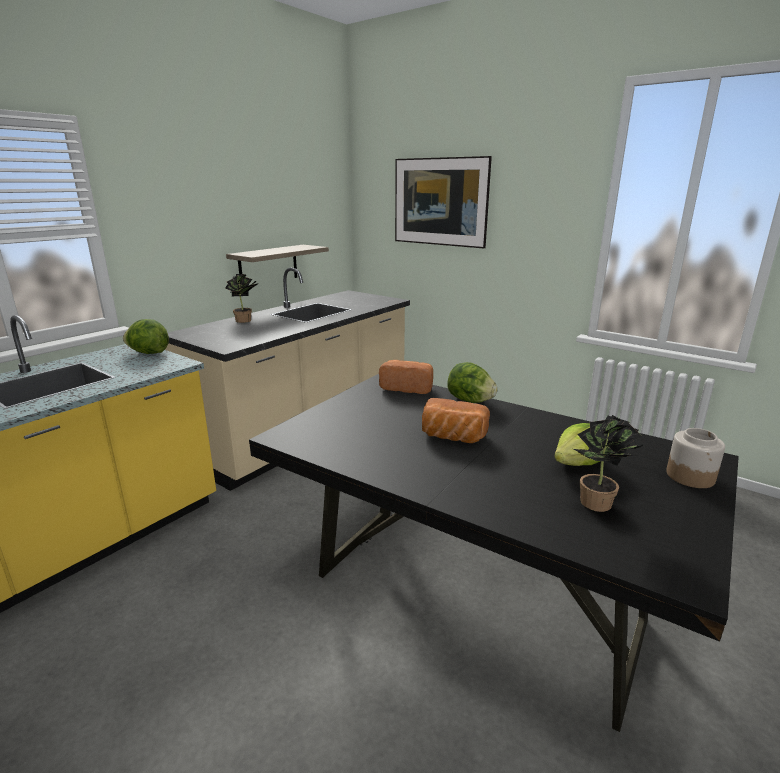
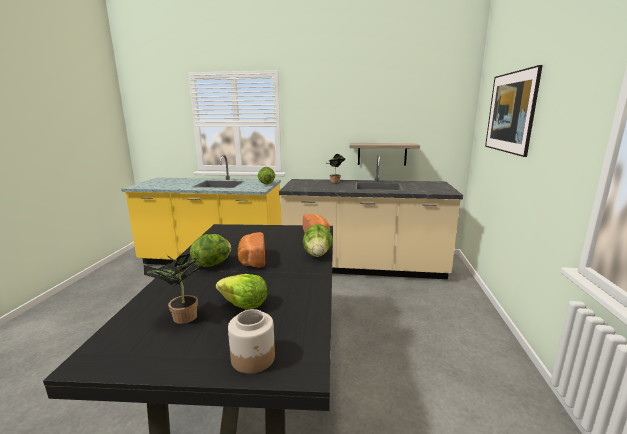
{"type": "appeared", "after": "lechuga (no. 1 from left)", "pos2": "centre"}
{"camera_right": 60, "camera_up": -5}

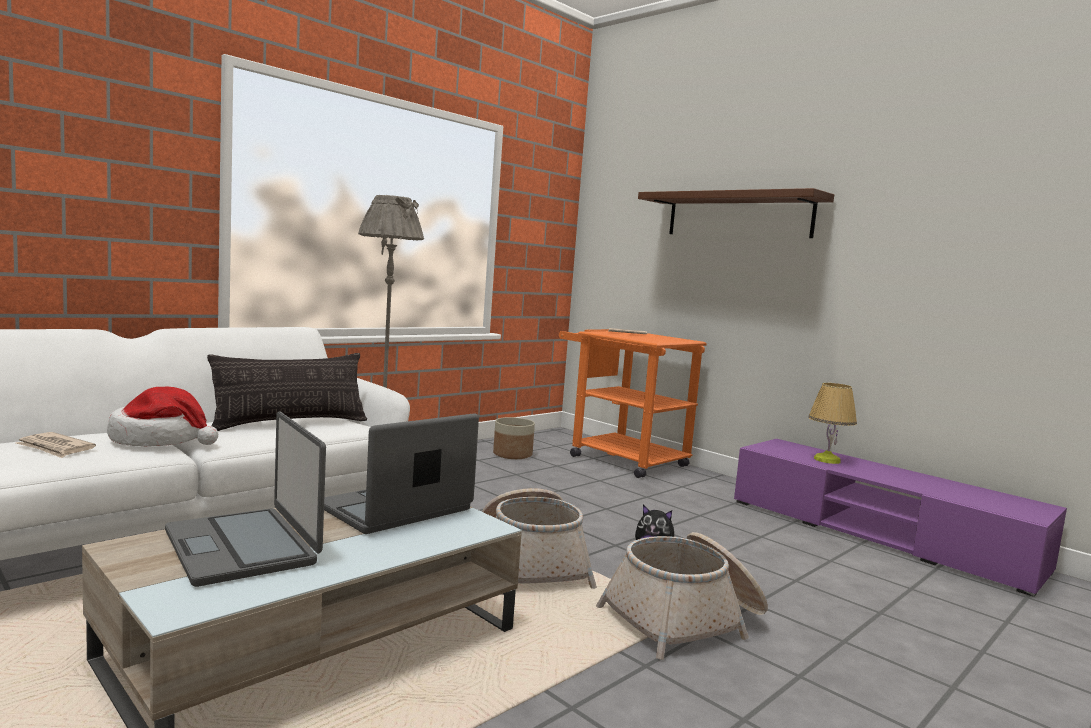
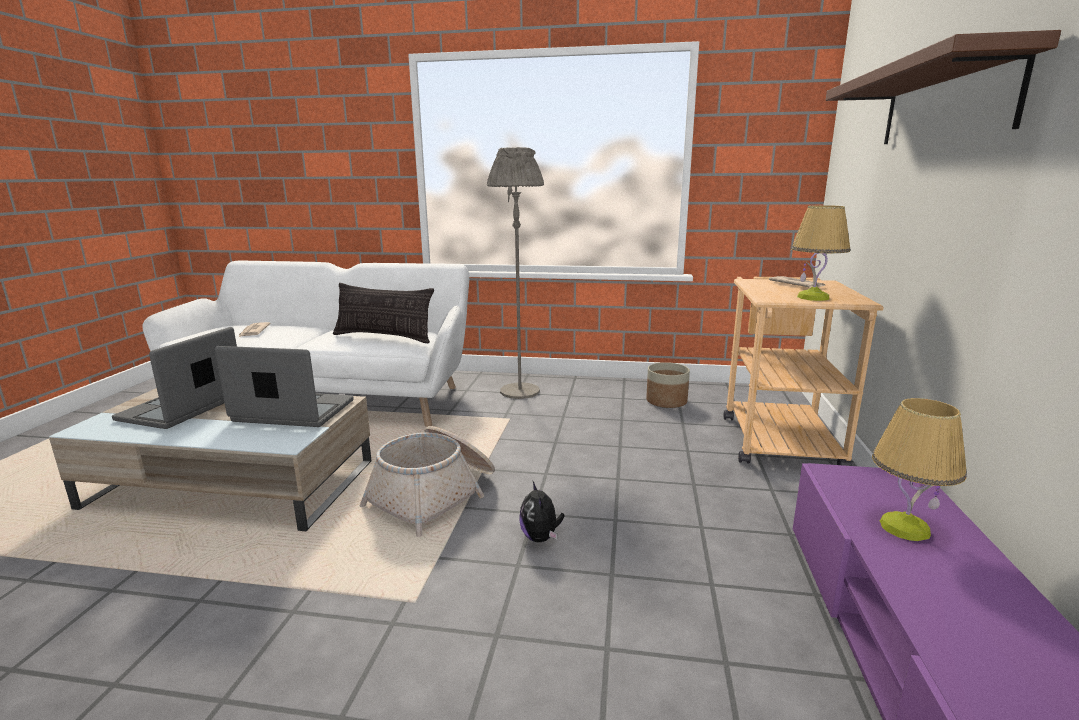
{"type": "missing", "before": "sombrero", "pos1": "middle left"}
{"type": "colour", "before": "carrito [naranja]", "after": "carrito [beis]", "pos1": "centre", "pos2": "middle right"}
{"type": "missing", "before": "cesta (no. 2 from left)", "pos1": "bottom centre"}
{"type": "appeared", "after": "lámpara de mesa (no. 1 from left)", "pos2": "middle right"}
{"camera_right": 55, "camera_up": 10}

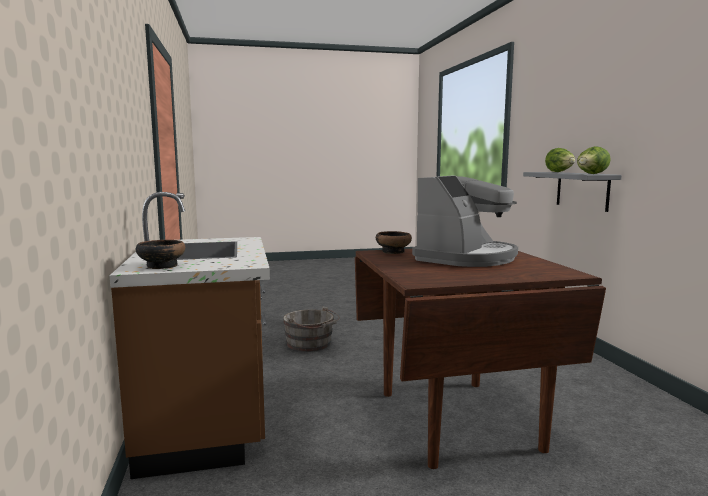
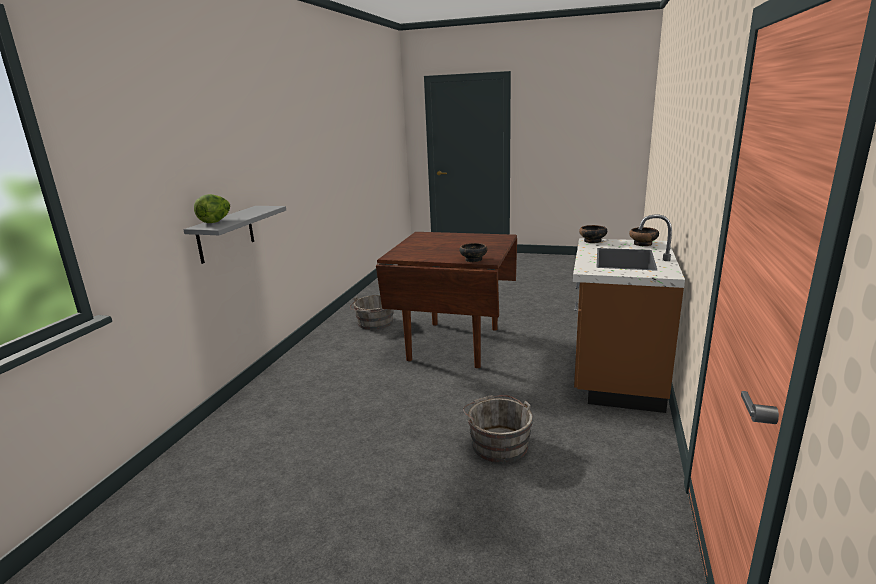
{"type": "missing", "before": "cafetera", "pos1": "centre"}
{"type": "missing", "before": "lechuga (no. 2 from left)", "pos1": "top right"}
{"type": "appeared", "after": "cubo [gris] (no. 1 from left)", "pos2": "centre"}
{"type": "appeared", "after": "cuenco (no. 2 from left)", "pos2": "middle right"}
{"camera_right": -150, "camera_up": 10}

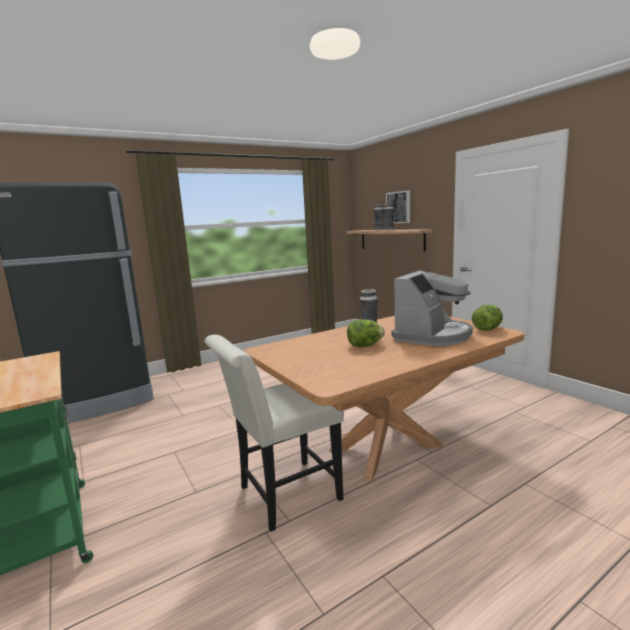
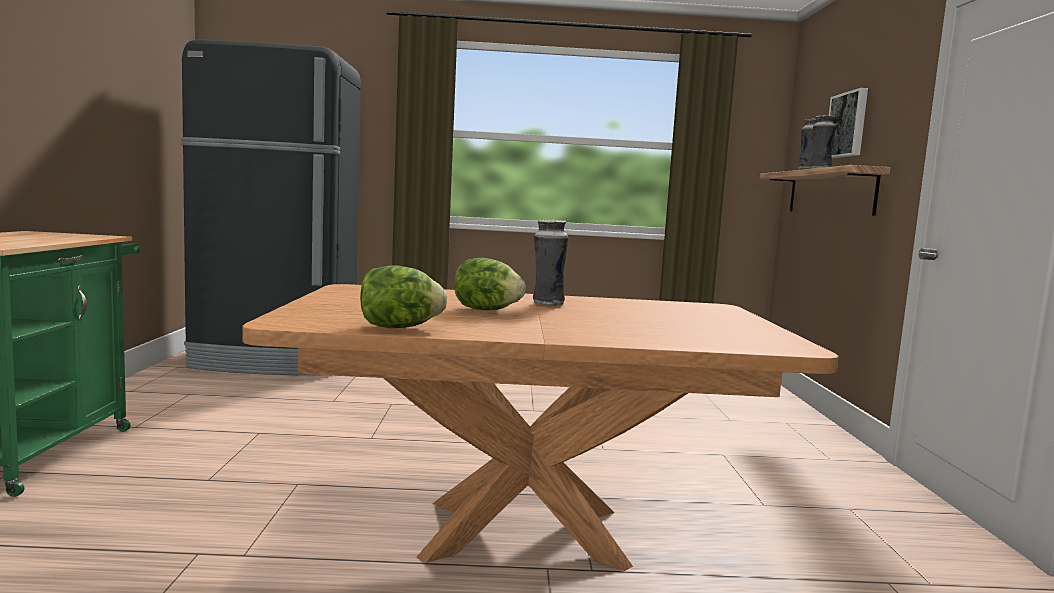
{"type": "missing", "before": "silla [blanco]", "pos1": "bottom centre"}
{"type": "missing", "before": "cafetera", "pos1": "middle right"}
{"type": "relocated", "before": "lechuga (no. 2 from left in the first image)", "after": "lechuga (no. 1 from left)", "pos1": "middle right", "pos2": "centre"}
{"camera_right": 30, "camera_up": -5}

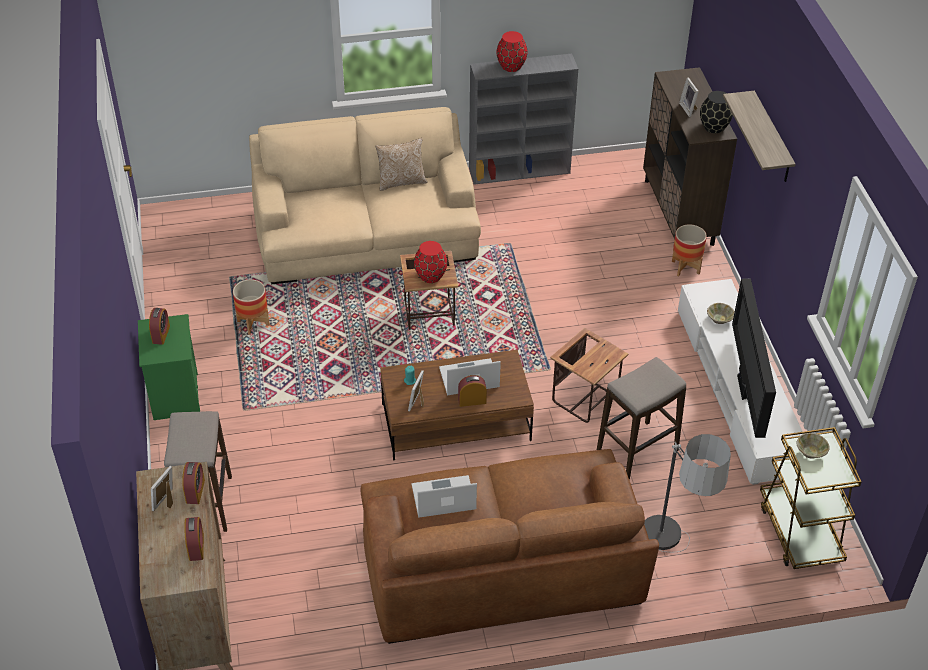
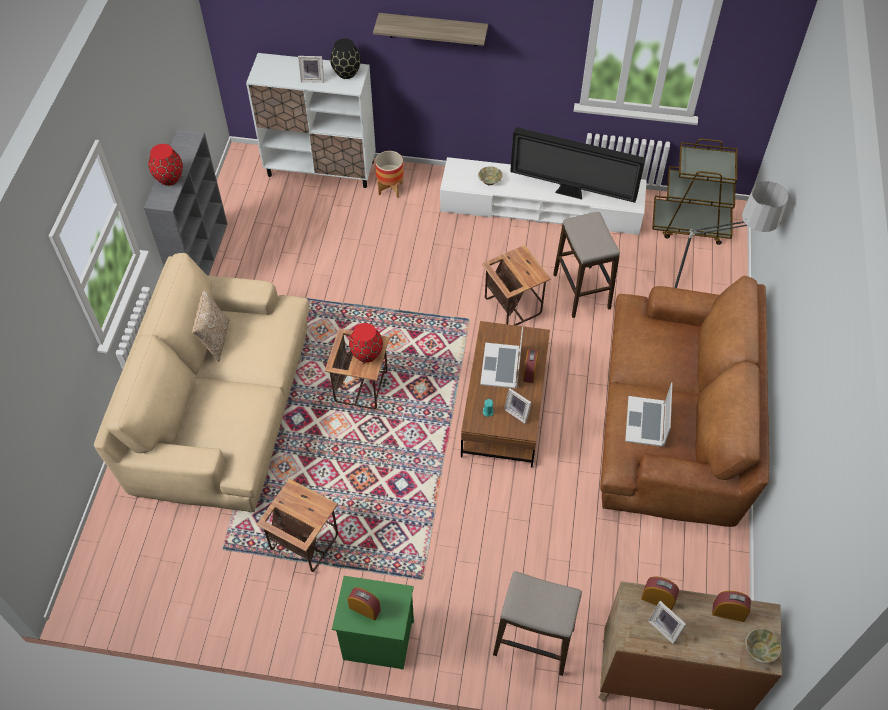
{"type": "exchanged", "before": "maceta (no. 1 from left)", "after": "mesa auxiliar (no. 1 from left)", "pos1": "middle left", "pos2": "bottom centre"}
{"type": "colour", "before": "armario [marrón]", "after": "armario [blanco]", "pos1": "top right", "pos2": "top centre"}
{"type": "relocated", "before": "cuenco [beis] (no. 2 from left)", "pos1": "middle right", "pos2": "bottom right"}
{"camera_right": -70, "camera_up": 10}

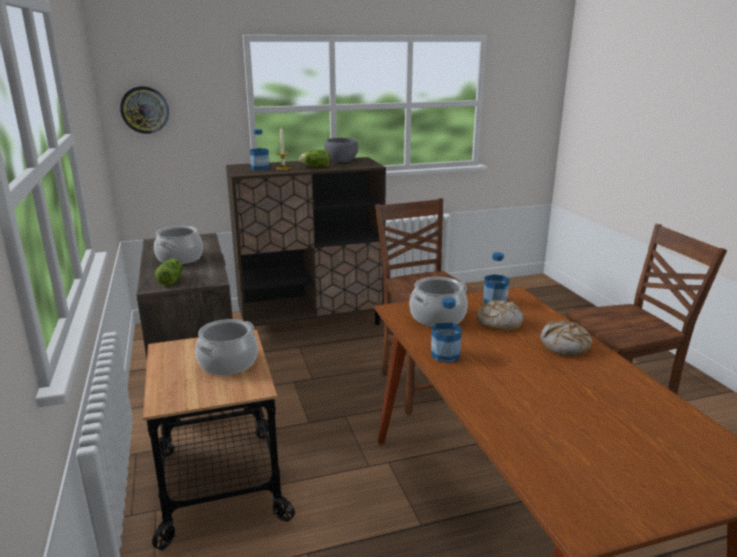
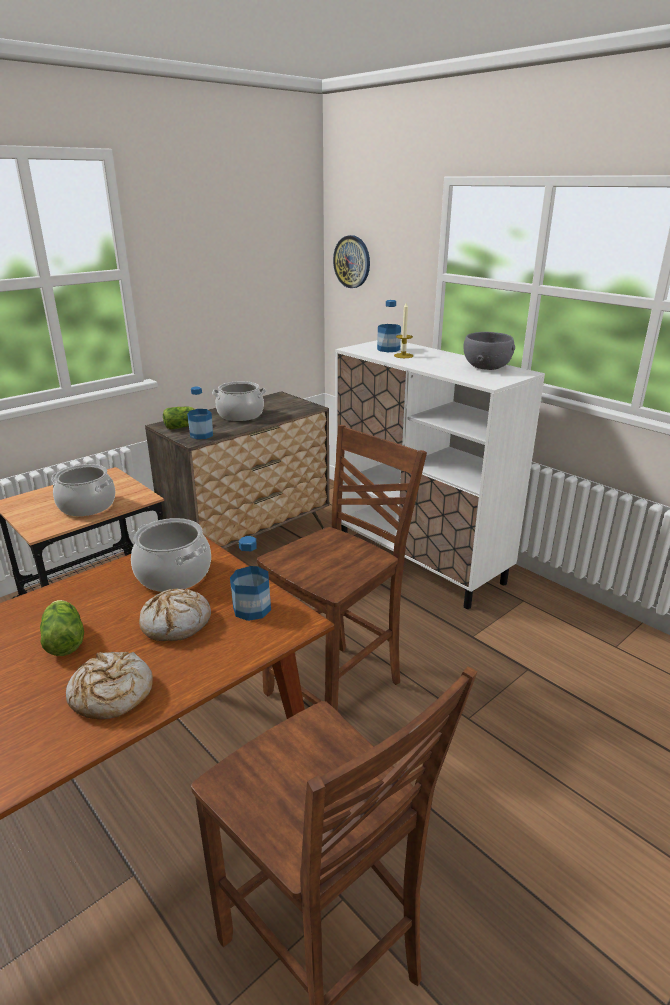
{"type": "colour", "before": "armario [marrón]", "after": "armario [blanco]", "pos1": "centre", "pos2": "centre"}
{"type": "relocated", "before": "lechuga (no. 2 from left in the first image)", "after": "lechuga (no. 1 from left)", "pos1": "top centre", "pos2": "middle left"}
{"type": "relocated", "before": "botella (no. 2 from left in the first image)", "after": "botella (no. 1 from left)", "pos1": "centre", "pos2": "middle left"}
{"camera_right": 65, "camera_up": 5}

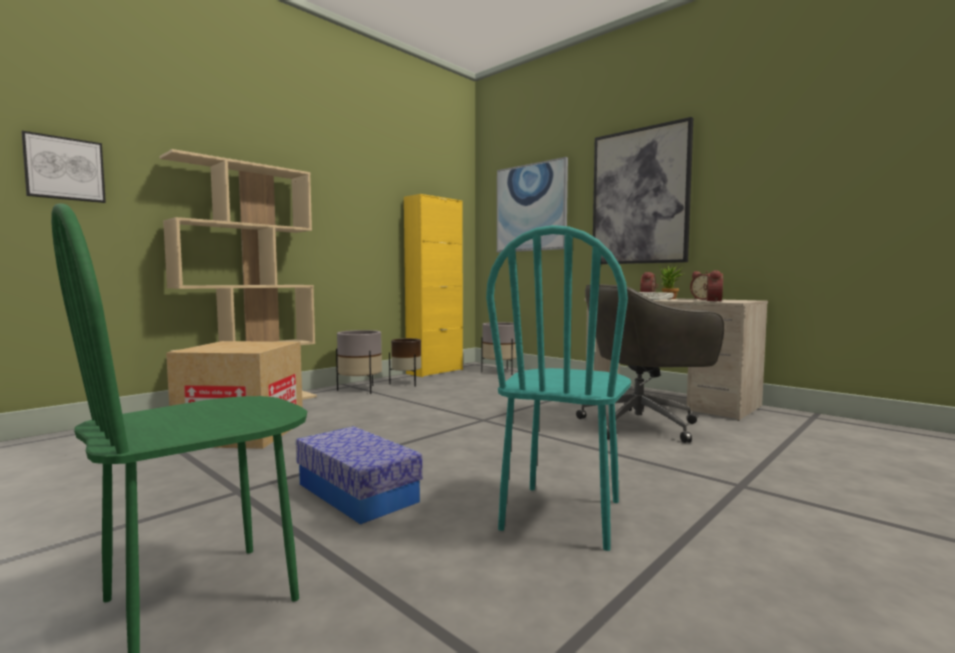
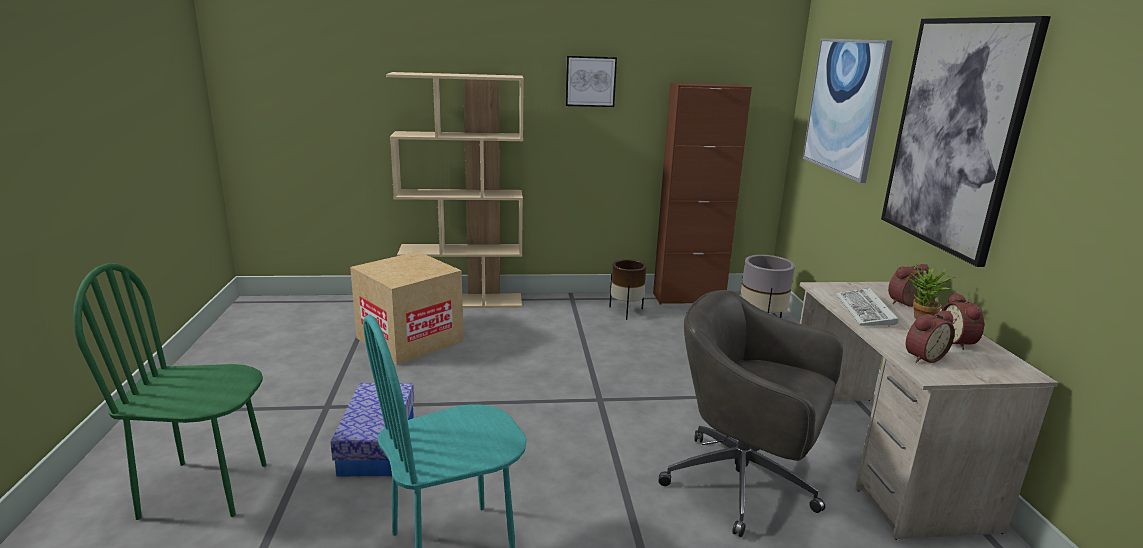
{"type": "relocated", "before": "cuadro (no. 1 from left)", "pos1": "top left", "pos2": "top centre"}
{"type": "missing", "before": "maceta [gris] (no. 1 from left)", "pos1": "centre"}
{"type": "colour", "before": "armario [amarillo]", "after": "armario [marrón]", "pos1": "centre", "pos2": "centre"}
{"camera_right": 40, "camera_up": 15}

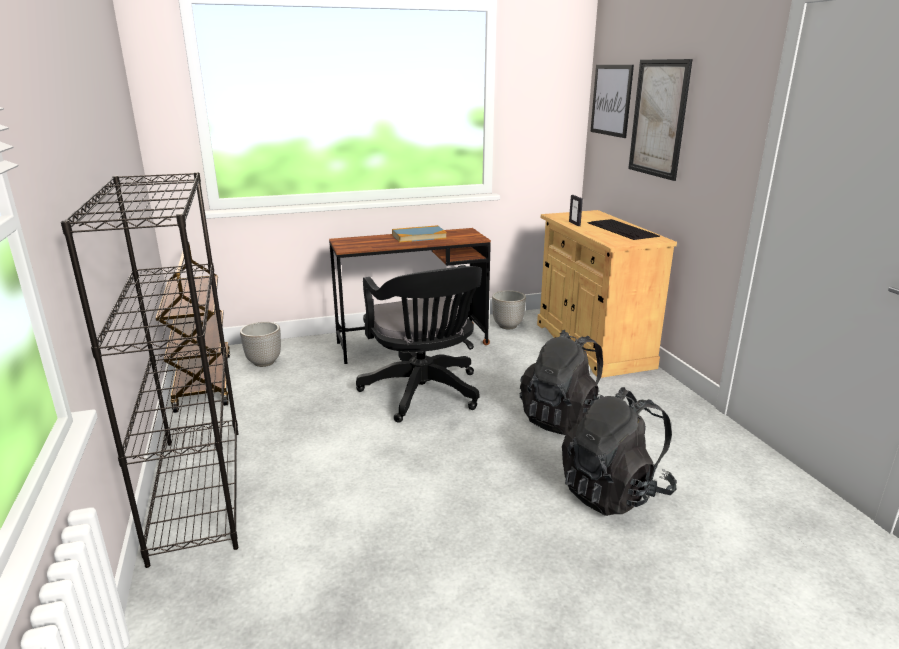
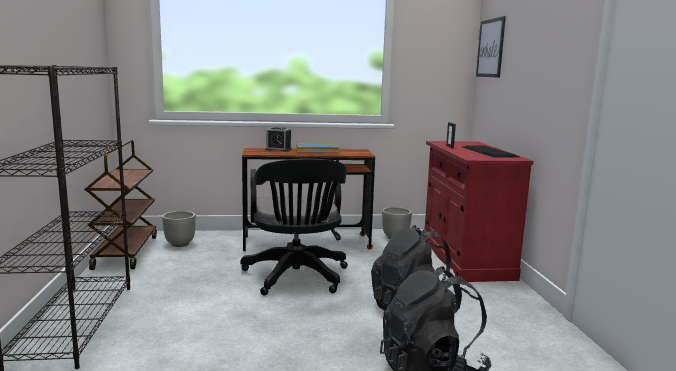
{"type": "colour", "before": "armario [beis]", "after": "armario [rojo]", "pos1": "middle right", "pos2": "middle right"}
{"type": "missing", "before": "cuadro (no. 2 from left)", "pos1": "top right"}
{"type": "appeared", "after": "despertador", "pos2": "centre"}
{"camera_right": 10, "camera_up": -10}

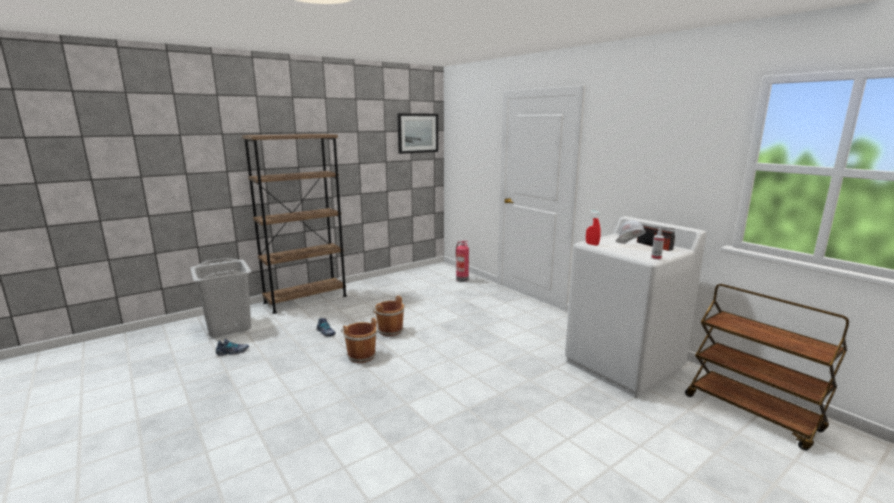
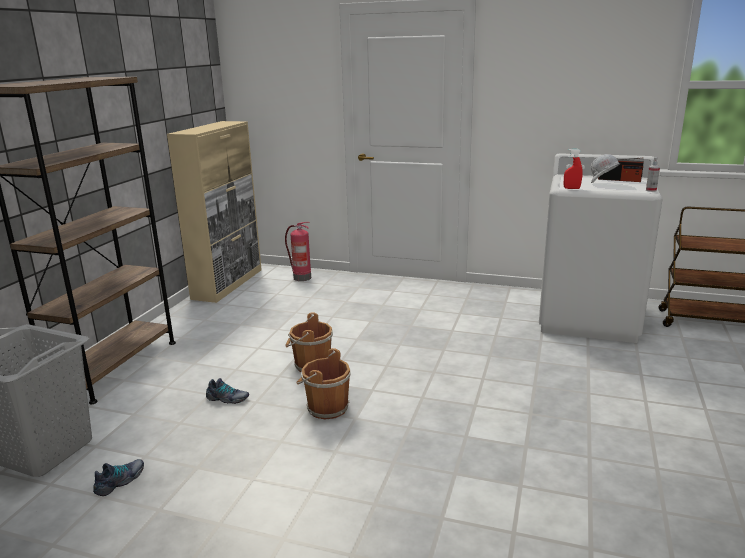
{"type": "missing", "before": "cuadro", "pos1": "top centre"}
{"type": "appeared", "after": "armario [beis]", "pos2": "middle left"}
{"camera_right": -35, "camera_up": 5}

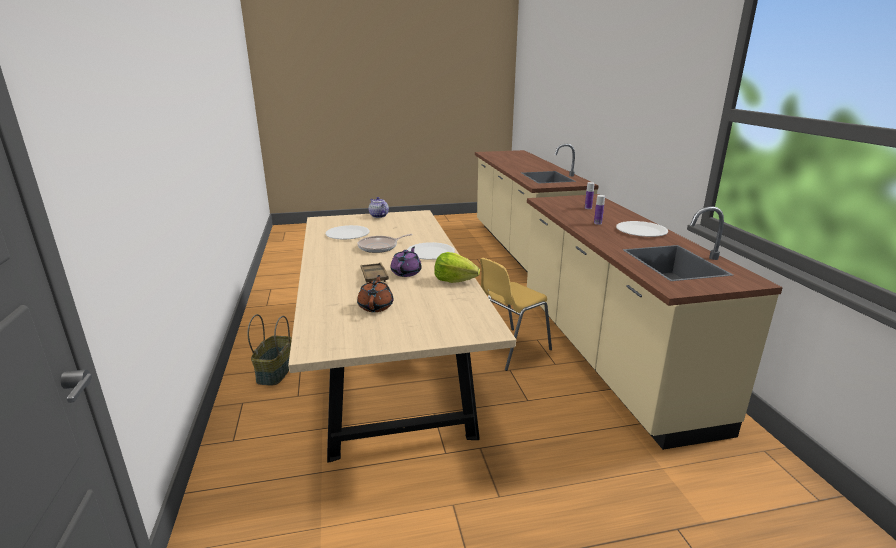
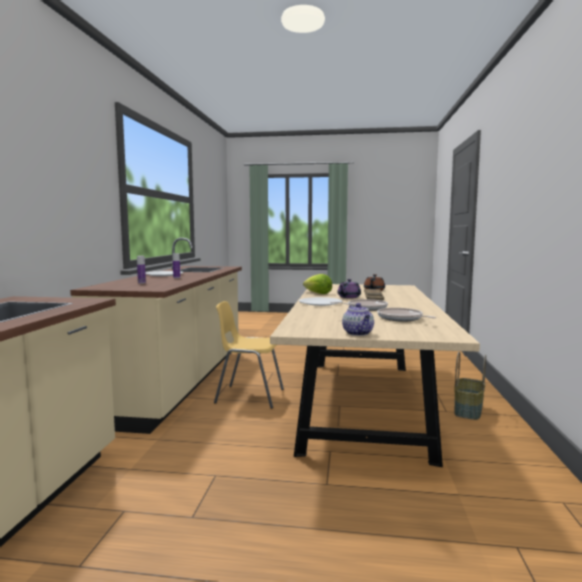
{"type": "exchanged", "before": "plato [blanco] (no. 1 from left)", "after": "sartén (no. 2 from left)", "pos1": "centre", "pos2": "middle right"}
{"type": "spun", "before": "silla [amarillo]", "pos1": "centre", "pos2": "centre", "turn": -150}
{"camera_right": -160, "camera_up": -15}

